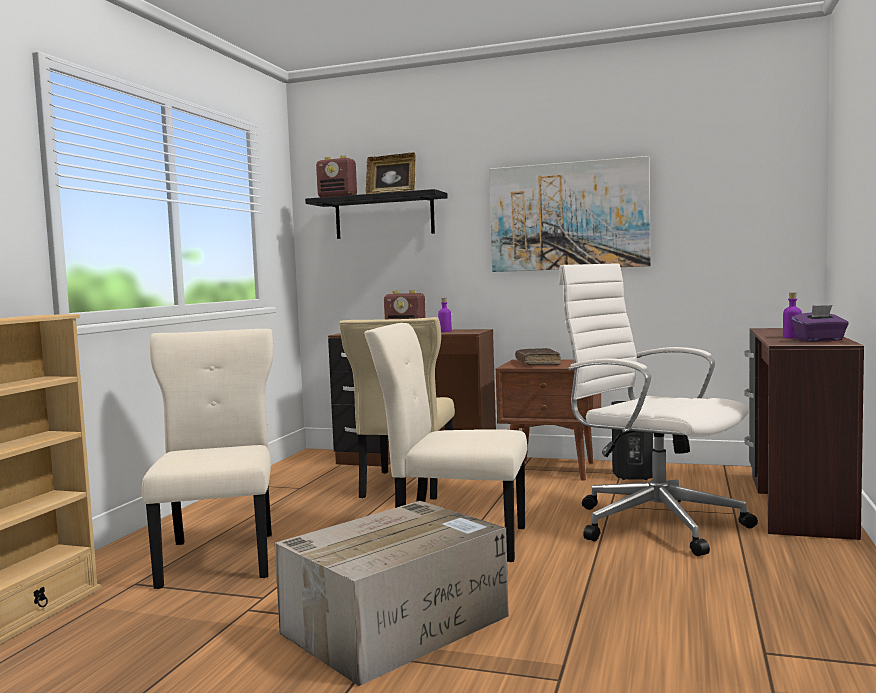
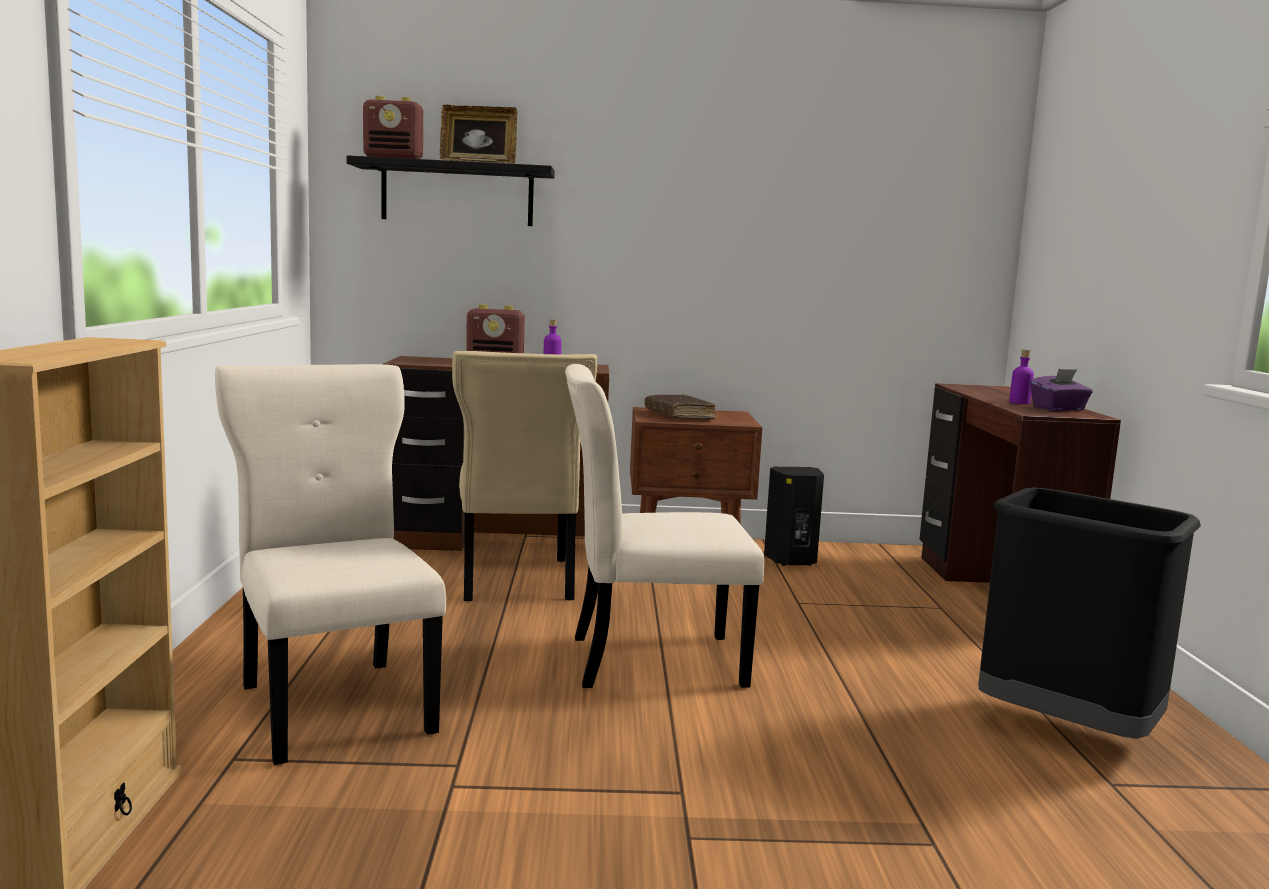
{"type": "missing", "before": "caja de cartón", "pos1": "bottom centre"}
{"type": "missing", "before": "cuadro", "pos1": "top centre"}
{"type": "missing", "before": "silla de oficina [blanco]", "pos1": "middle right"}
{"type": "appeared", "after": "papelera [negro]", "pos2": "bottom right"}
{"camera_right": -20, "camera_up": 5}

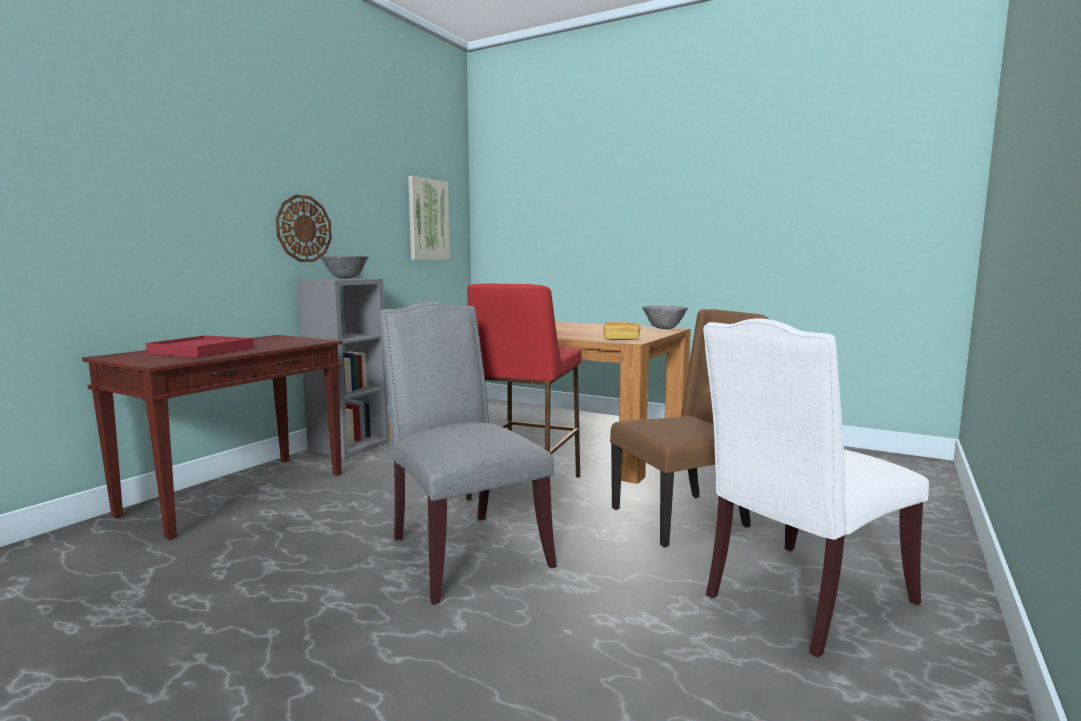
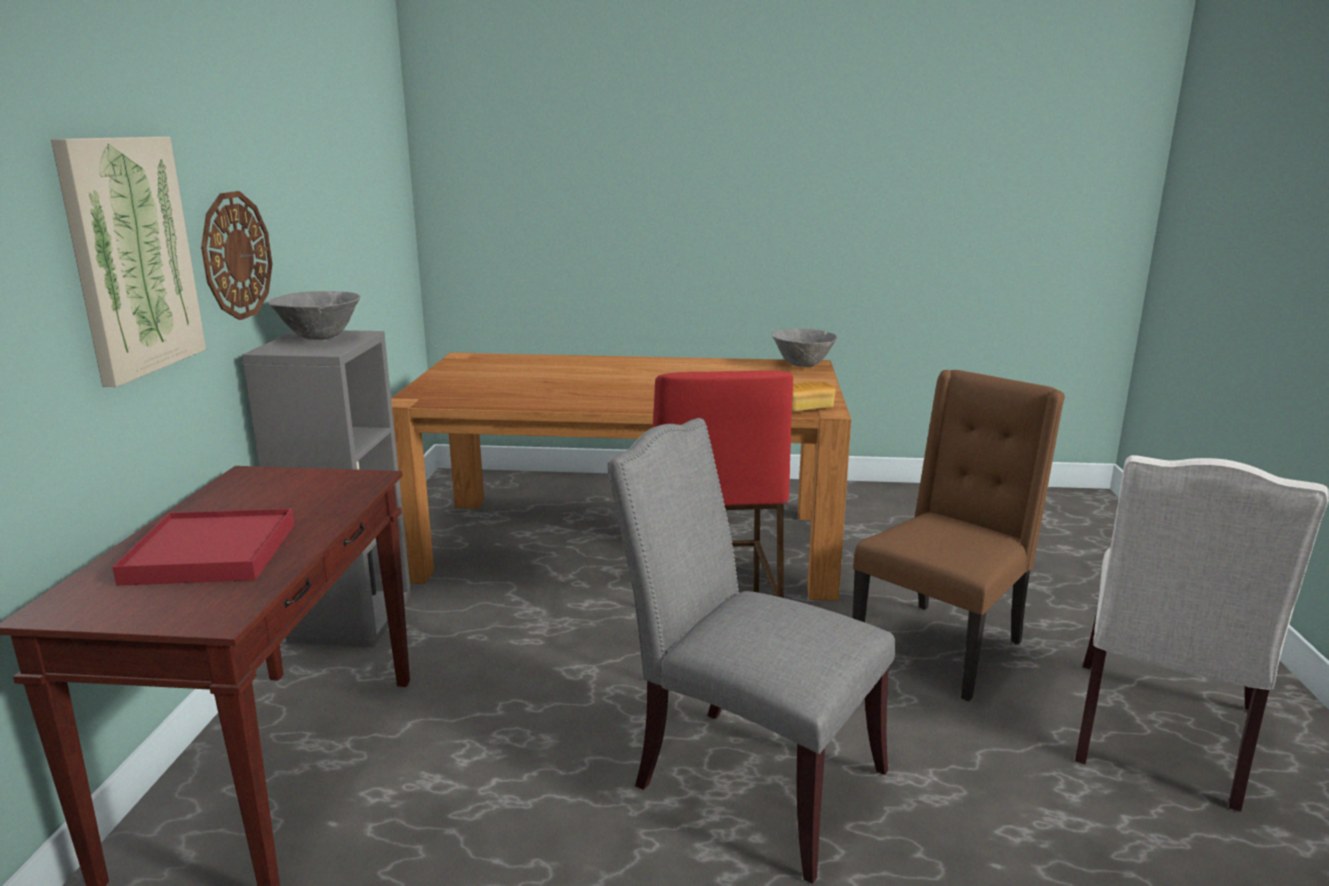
{"type": "relocated", "before": "cuadro", "pos1": "top centre", "pos2": "top left"}
{"camera_right": -25, "camera_up": 10}

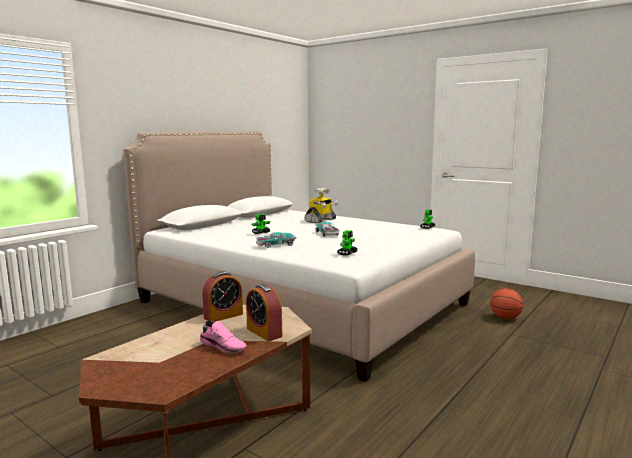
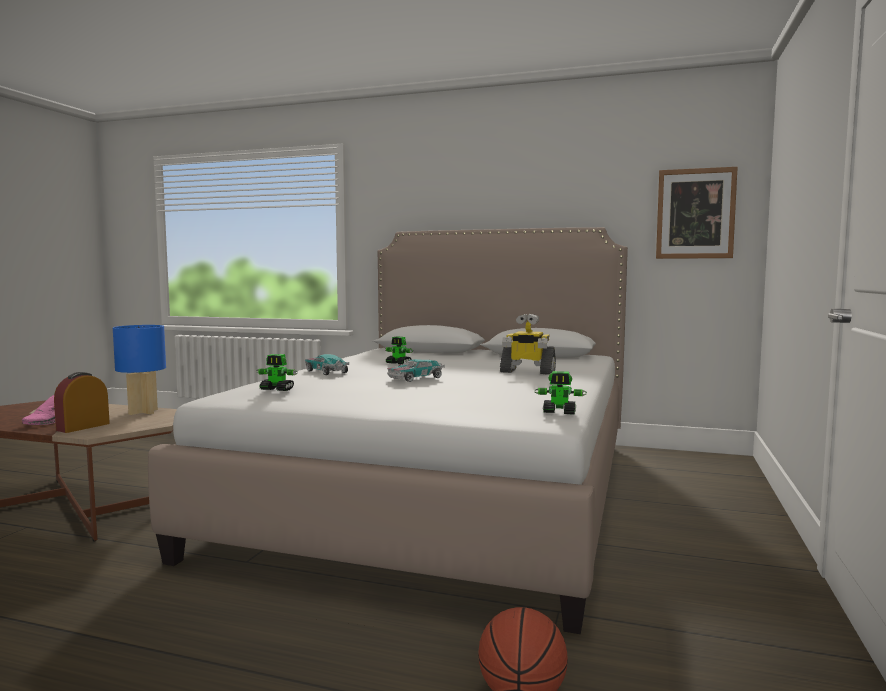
{"type": "exchanged", "before": "despertador (no. 1 from left)", "after": "lámpara de mesa [azul]", "pos1": "centre", "pos2": "middle left"}
{"type": "appeared", "after": "cuadro", "pos2": "top right"}
{"camera_right": 70, "camera_up": -5}

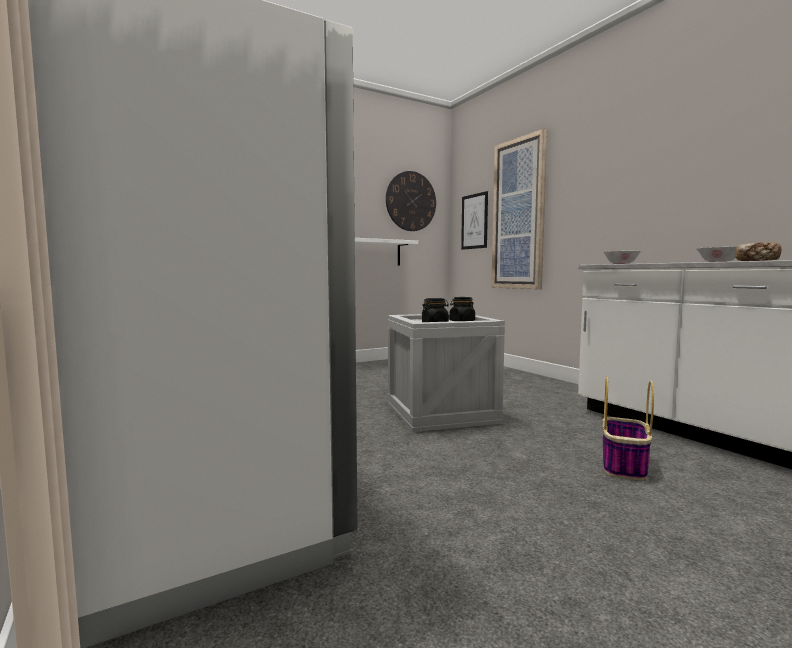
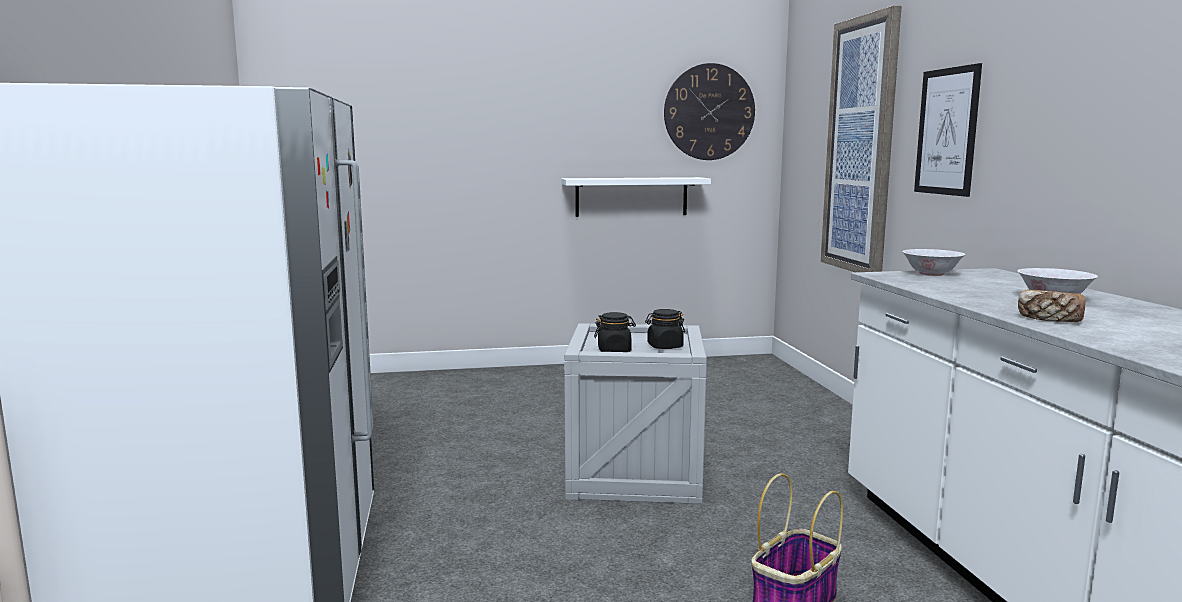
{"type": "relocated", "before": "cuadro (no. 1 from left in the first image)", "after": "cuadro (no. 2 from left)", "pos1": "centre", "pos2": "top right"}
{"camera_right": 20, "camera_up": 5}

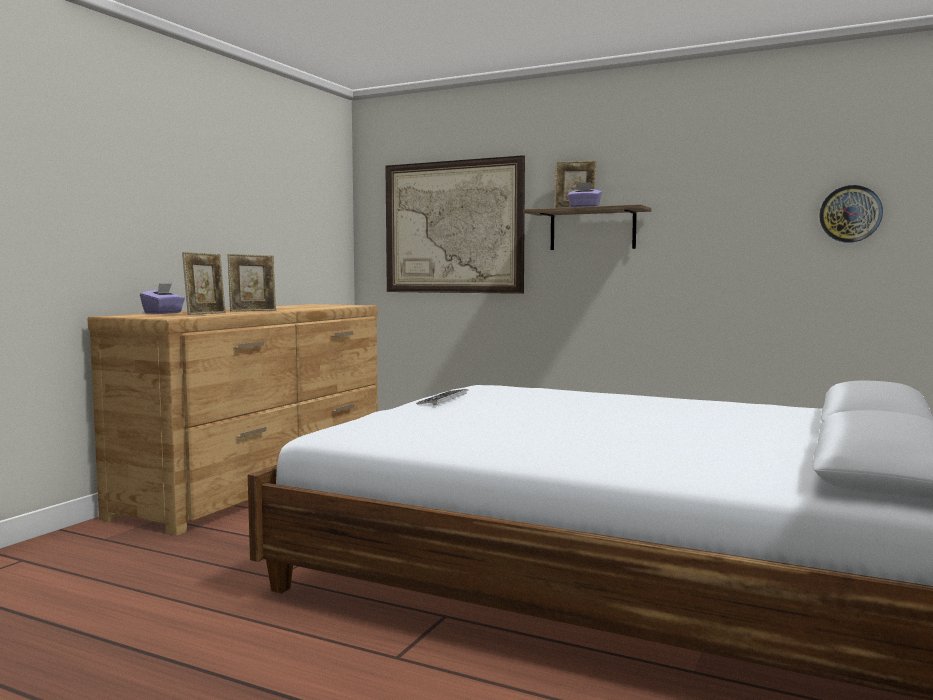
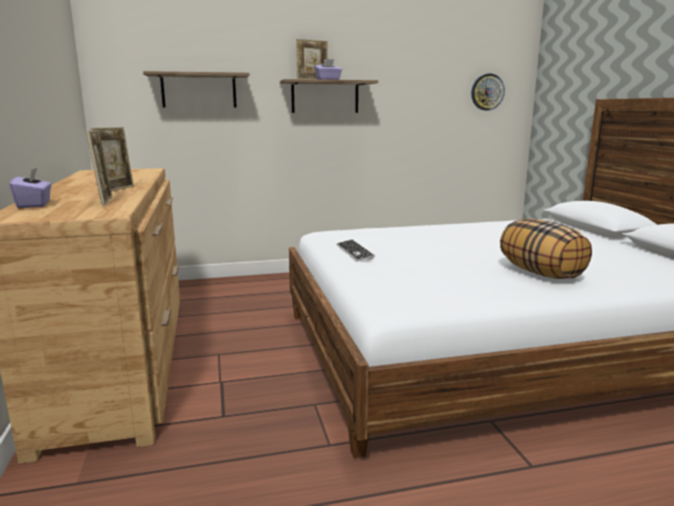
{"type": "exchanged", "before": "cuadro", "after": "estante (no. 1 from left)", "pos1": "top centre", "pos2": "top left"}
{"type": "appeared", "after": "cojín", "pos2": "middle right"}
{"camera_right": -40, "camera_up": 10}

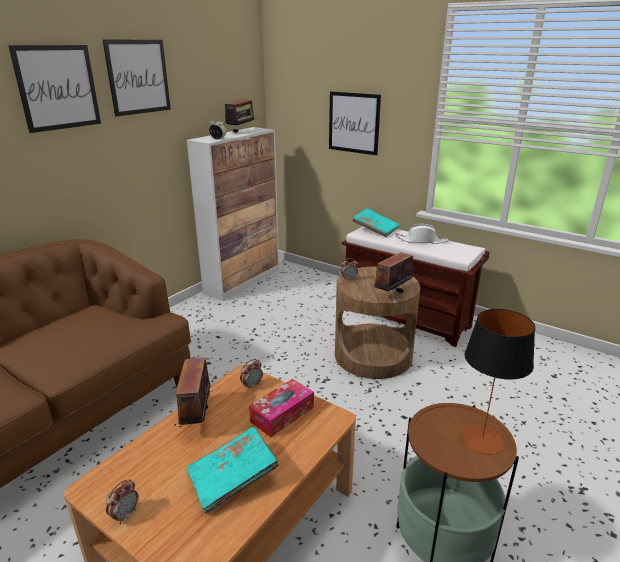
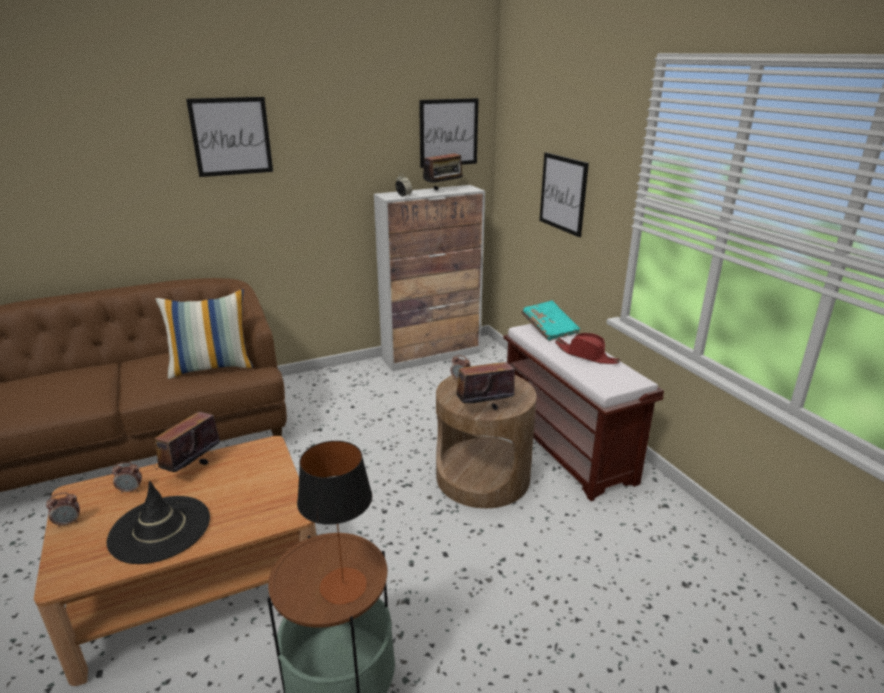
{"type": "relocated", "before": "cuadro (no. 2 from left)", "pos1": "top left", "pos2": "top centre"}
{"type": "exchanged", "before": "libro [turquesa] (no. 1 from left)", "after": "sombrero [negro]", "pos1": "bottom centre", "pos2": "bottom left"}
{"type": "relocated", "before": "despertador (no. 3 from left in the first image)", "after": "despertador (no. 2 from left)", "pos1": "centre", "pos2": "bottom left"}
{"type": "missing", "before": "caja de pañuelos", "pos1": "bottom centre"}
{"type": "colour", "before": "sombrero [blanco]", "after": "sombrero [rojo]", "pos1": "middle right", "pos2": "centre"}
{"type": "appeared", "after": "cojín", "pos2": "middle left"}
{"camera_right": 30, "camera_up": 0}

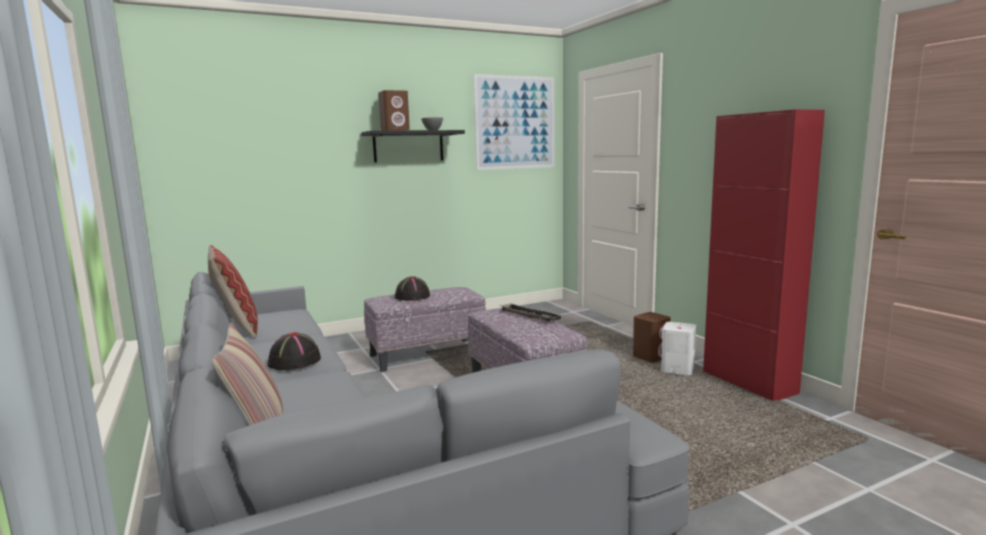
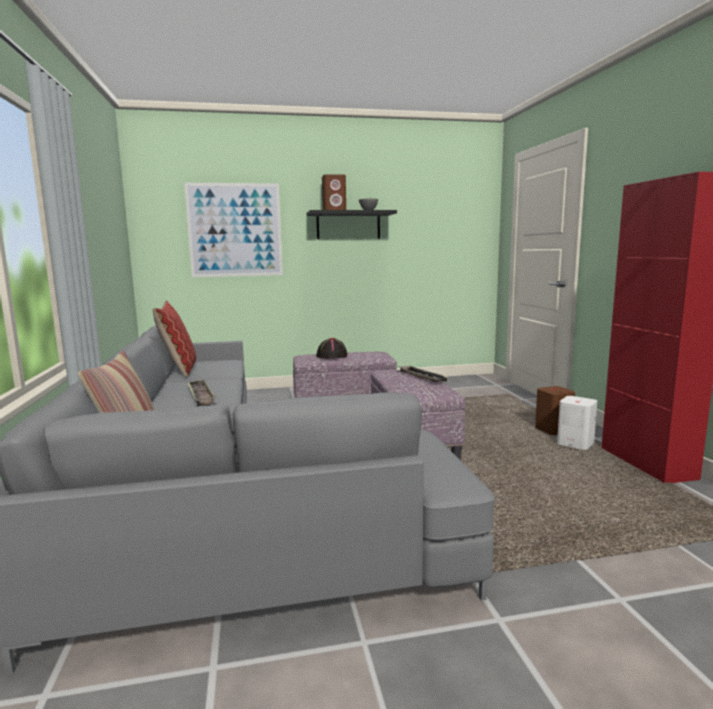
{"type": "exchanged", "before": "sombrero [negro] (no. 1 from left)", "after": "bandeja (no. 1 from left)", "pos1": "middle left", "pos2": "middle left"}
{"type": "relocated", "before": "cuadro", "pos1": "top centre", "pos2": "top left"}
{"camera_right": 15, "camera_up": 0}

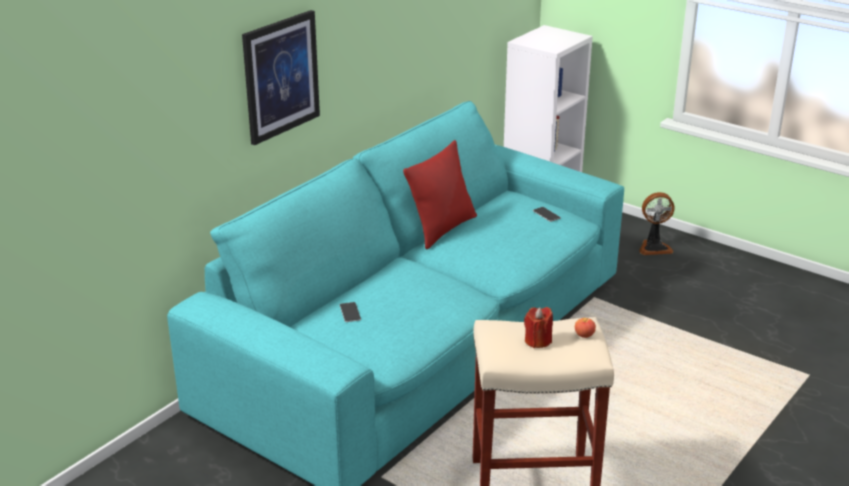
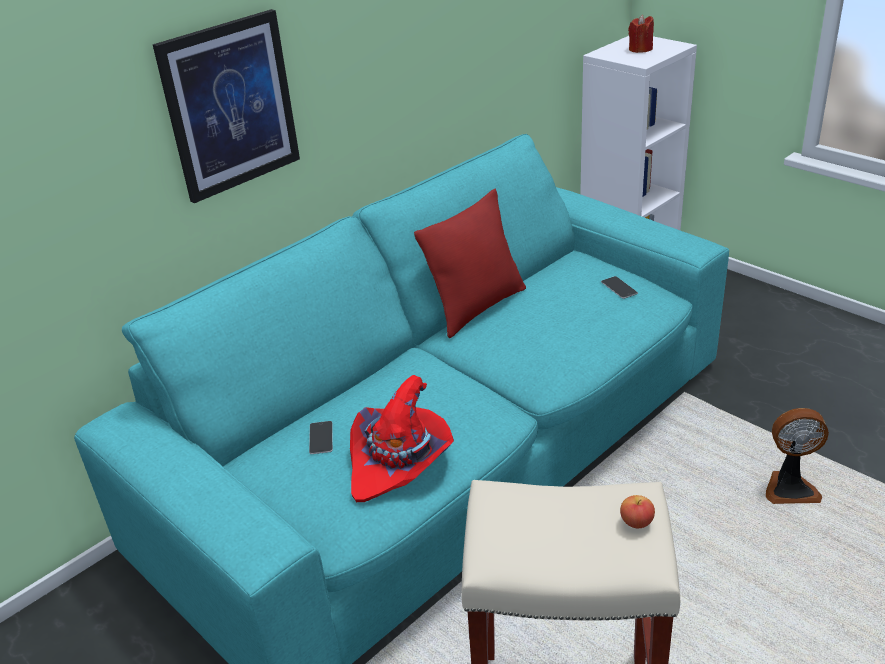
{"type": "relocated", "before": "vela [rojo]", "pos1": "bottom centre", "pos2": "top right"}
{"type": "relocated", "before": "ventilador", "pos1": "middle right", "pos2": "bottom right"}
{"type": "appeared", "after": "sombrero [rojo]", "pos2": "centre"}
{"camera_right": 10, "camera_up": 5}

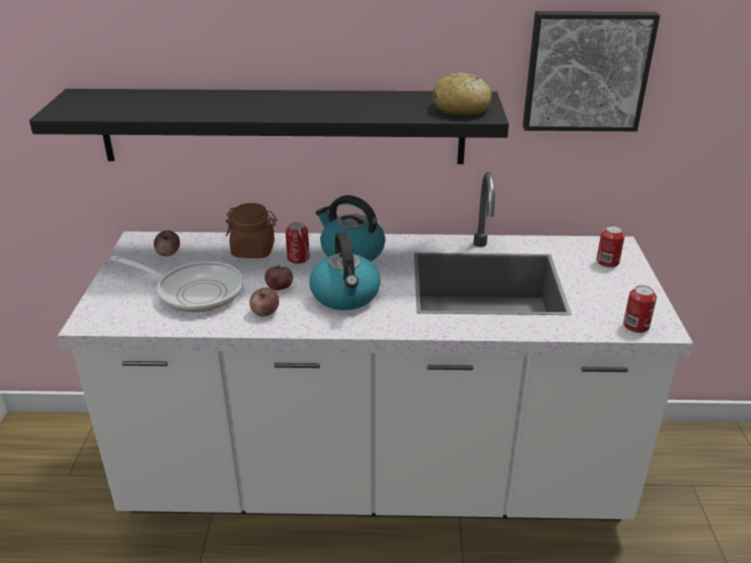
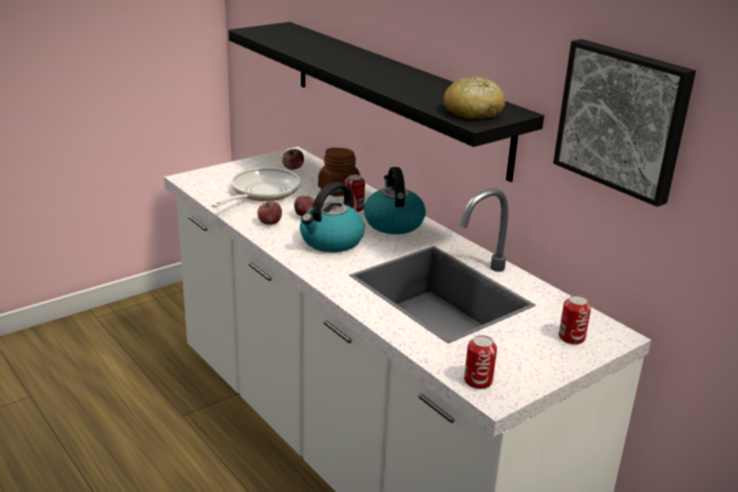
{"type": "spun", "before": "sartén", "pos1": "middle left", "pos2": "centre", "turn": -135}
{"camera_right": 50, "camera_up": -5}

